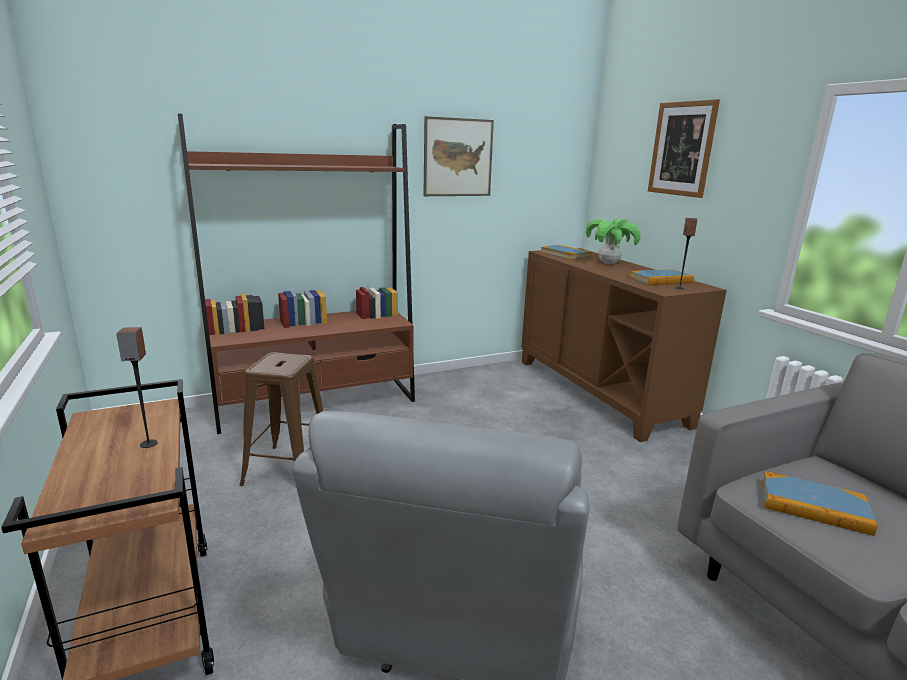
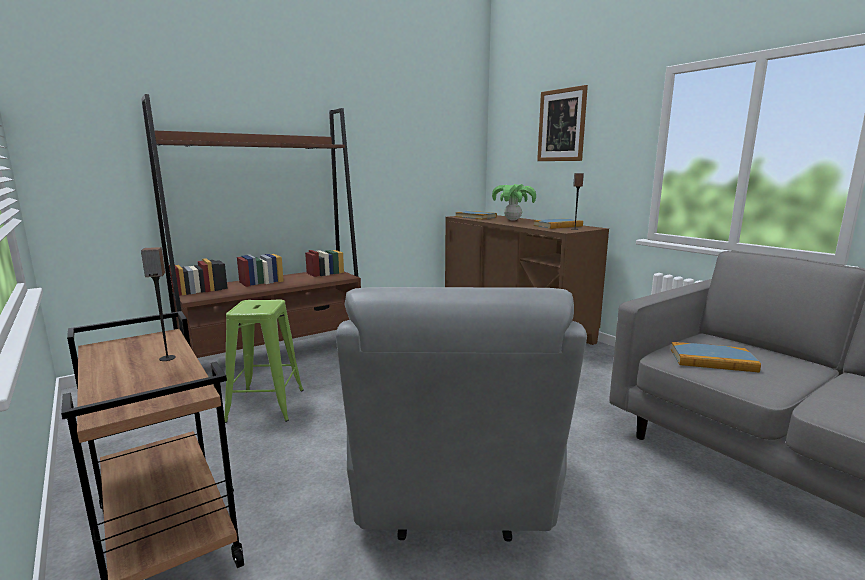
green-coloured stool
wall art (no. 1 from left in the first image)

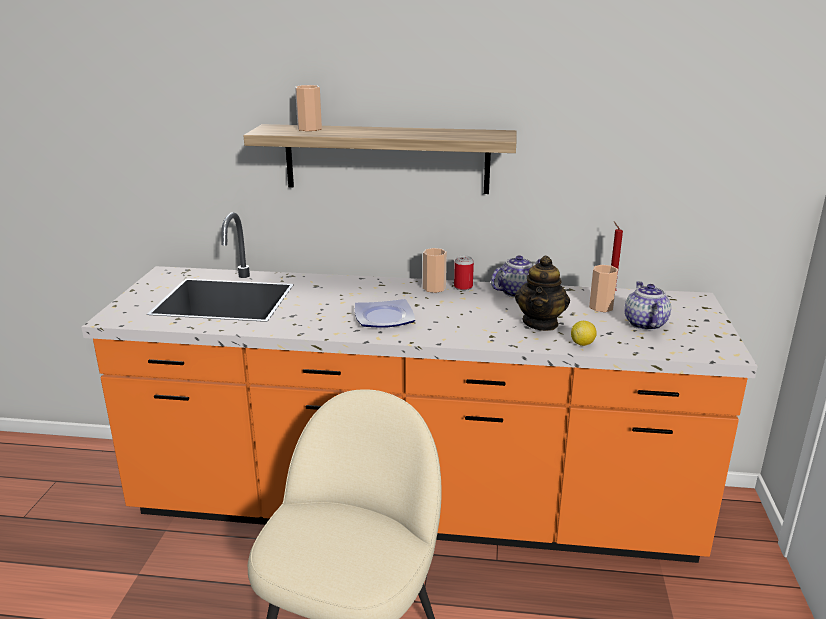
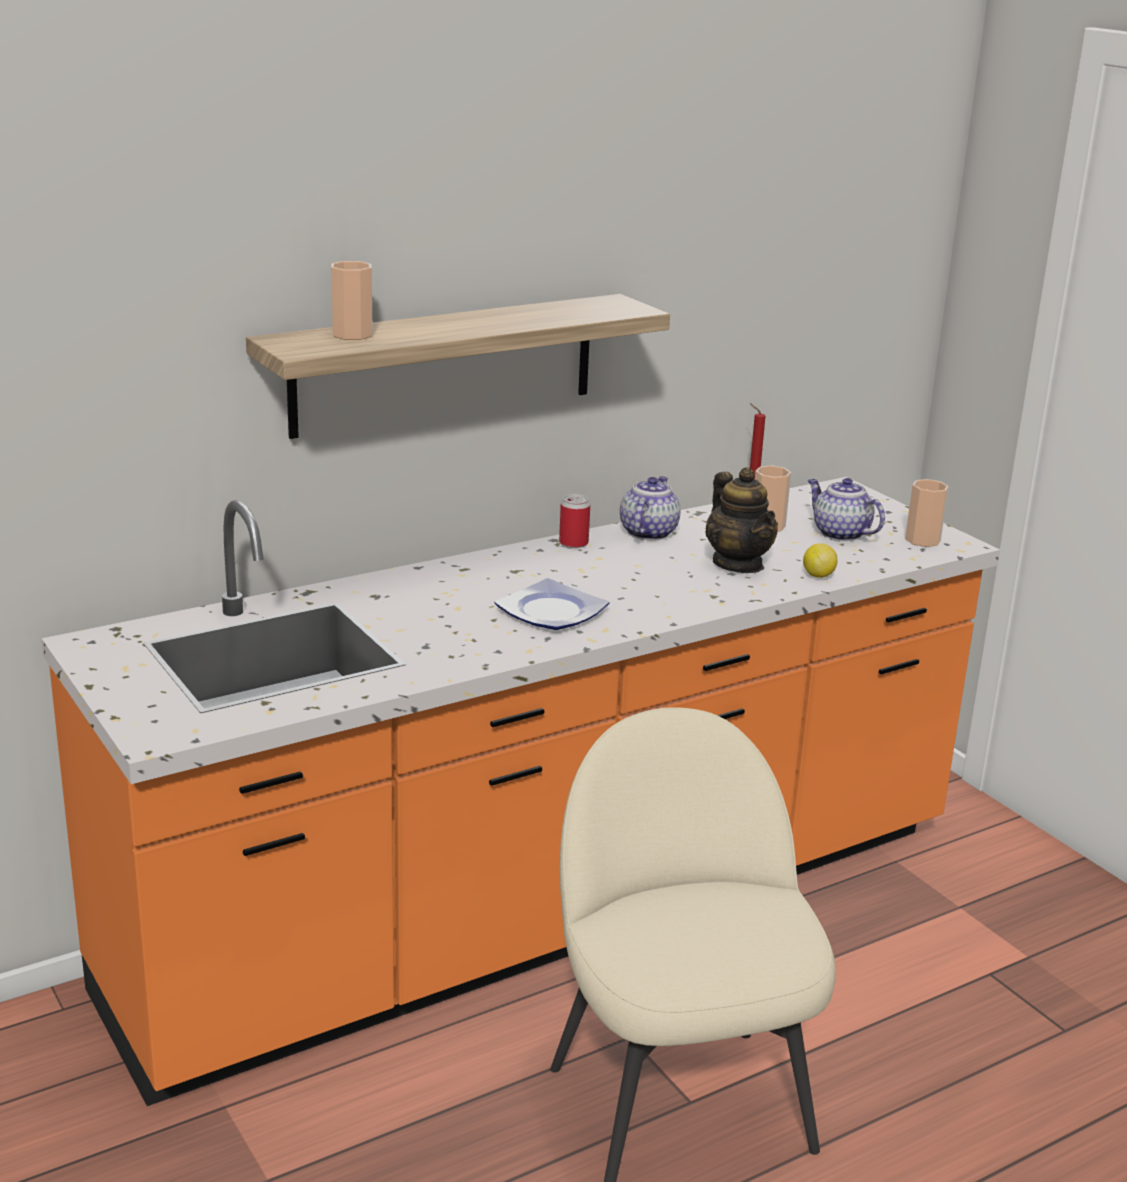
small cup (no. 3 from left)

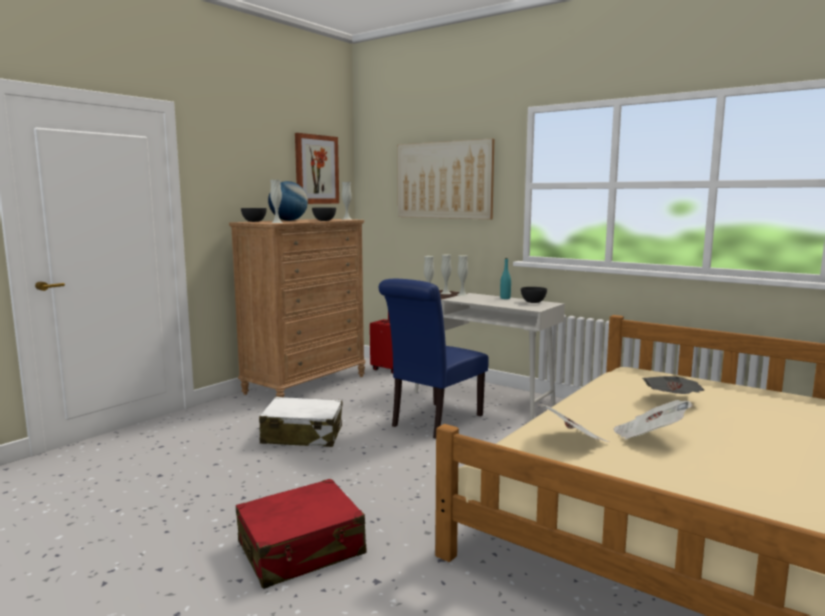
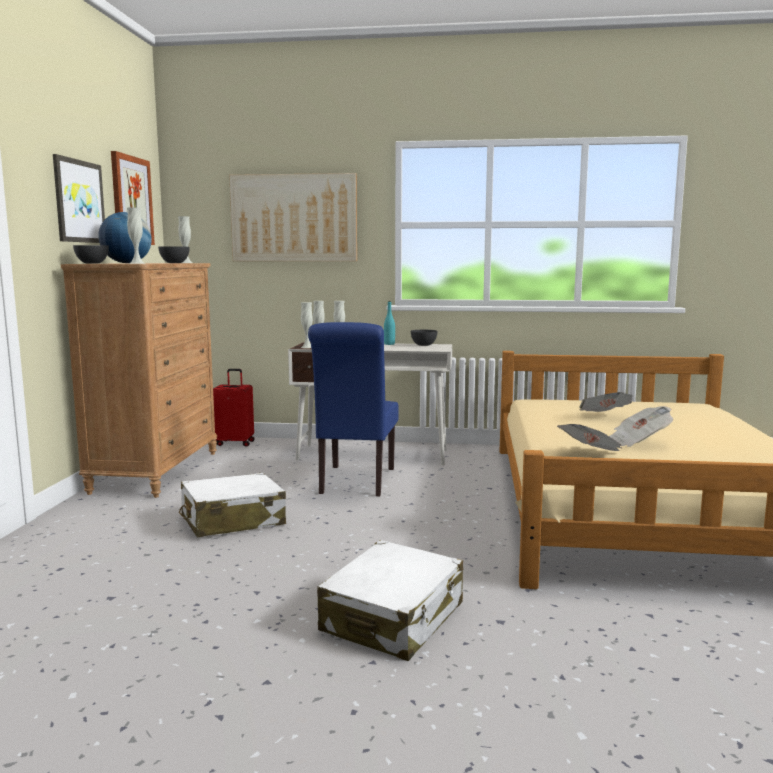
wall art (no. 1 from left)
white piece of luggage (no. 2 from left)

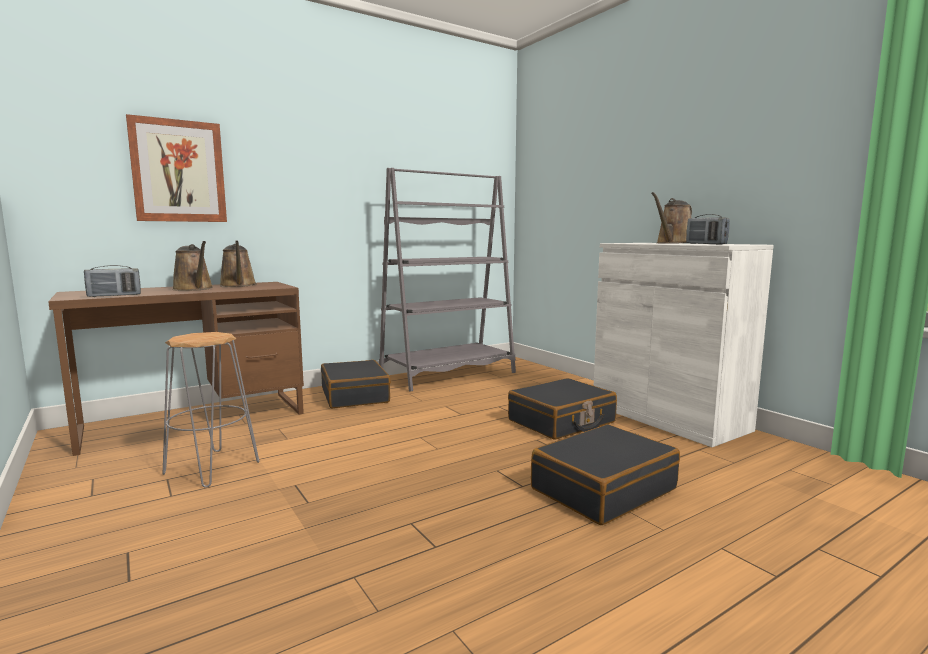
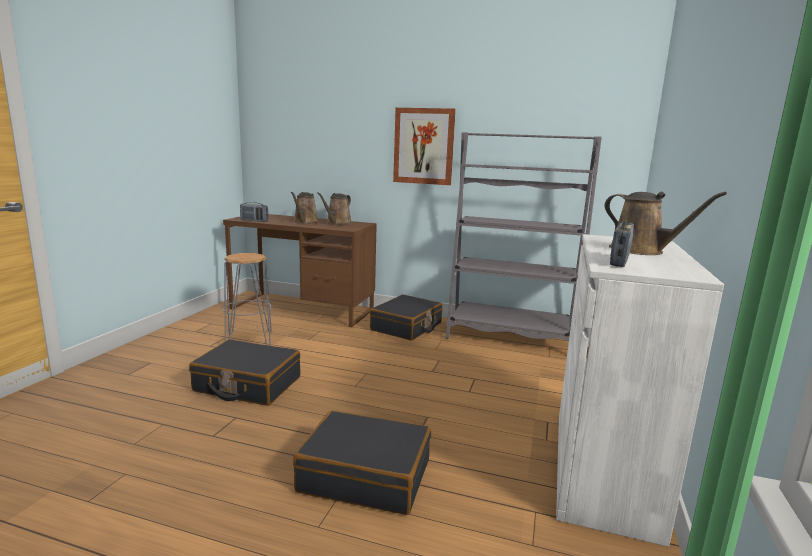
black piece of luggage (no. 1 from left)
wall art
brown watering can (no. 3 from left)

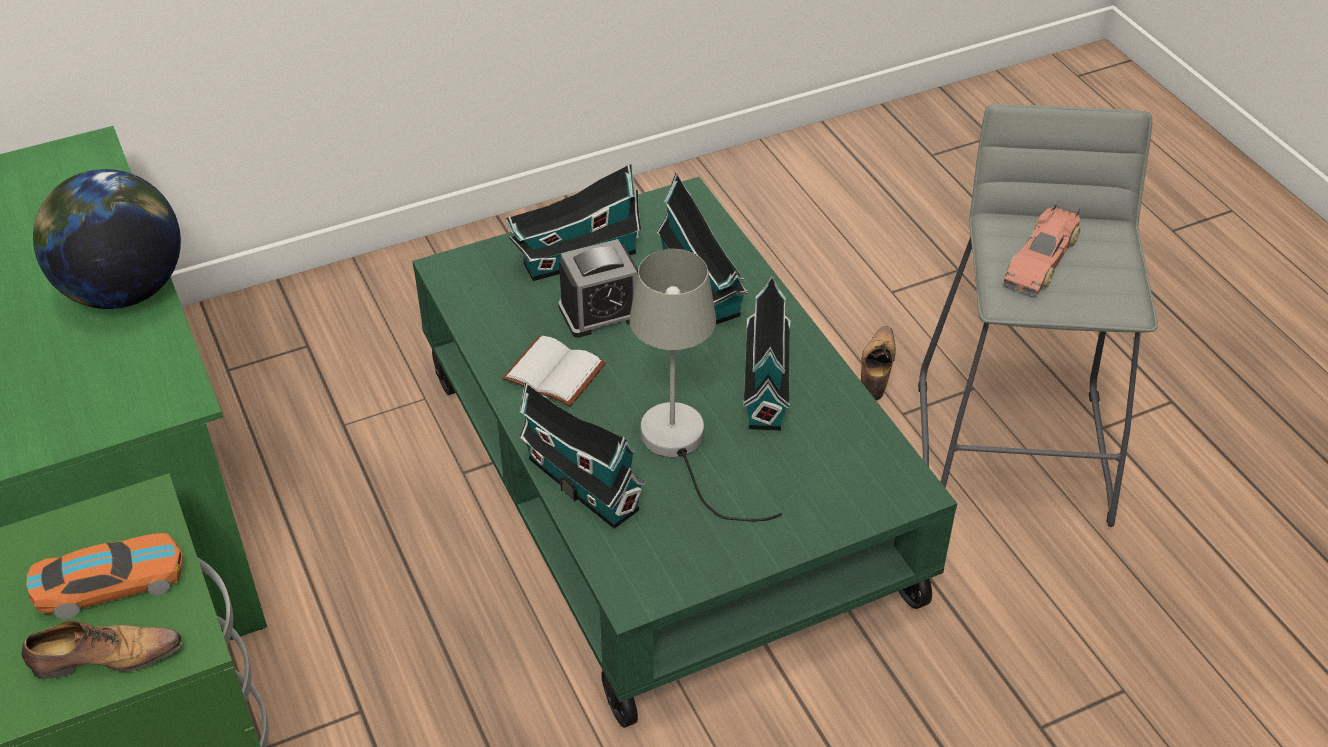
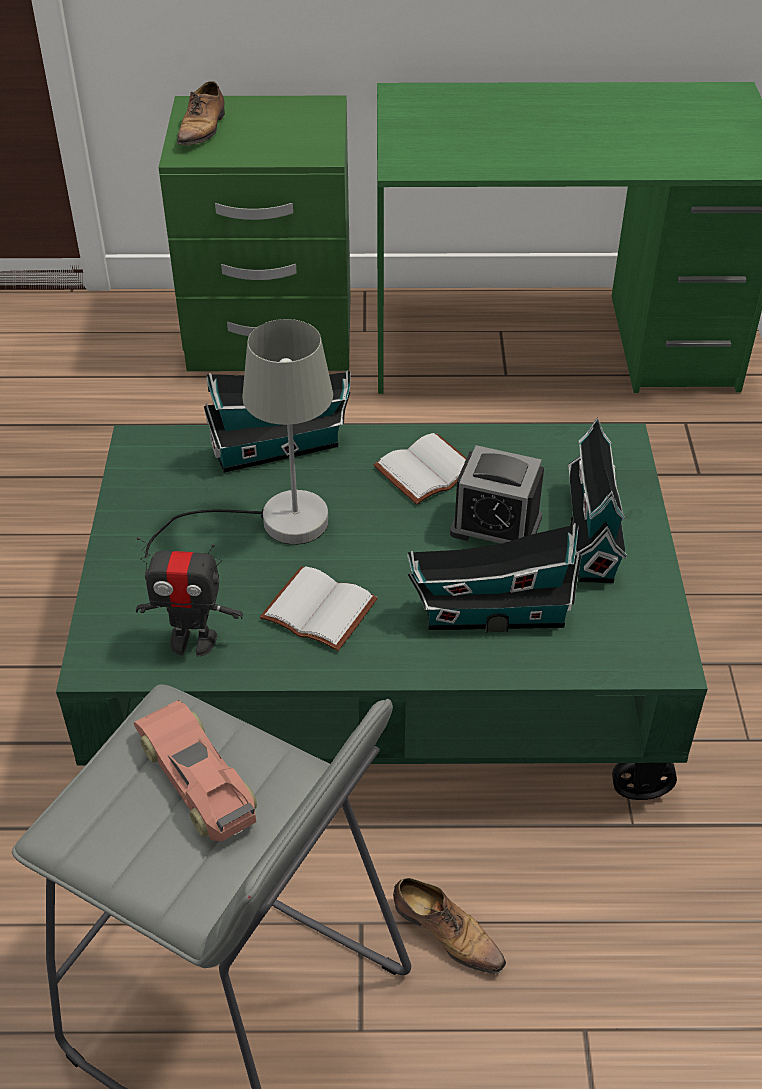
robot figure
white volume (no. 1 from left)
table clock
model car (no. 1 from left in the first image)
desk globe

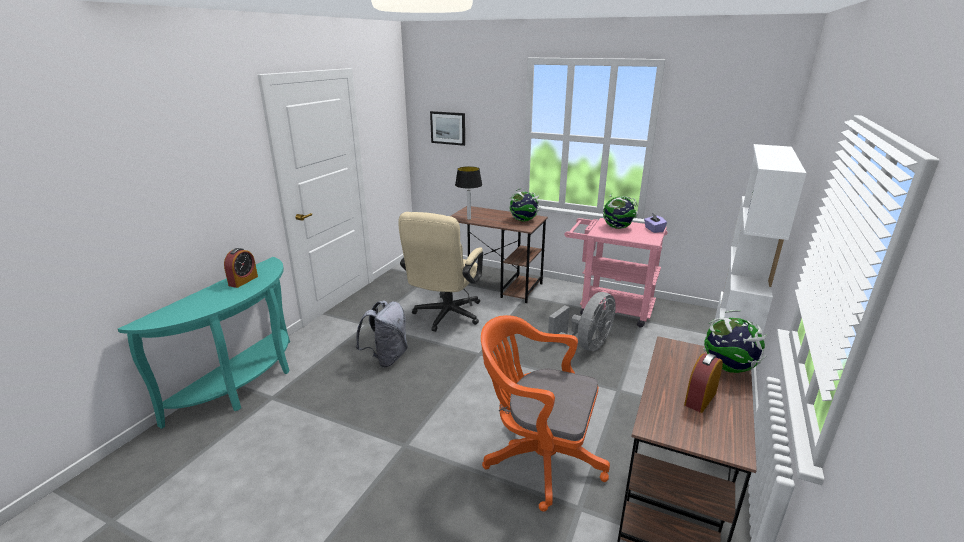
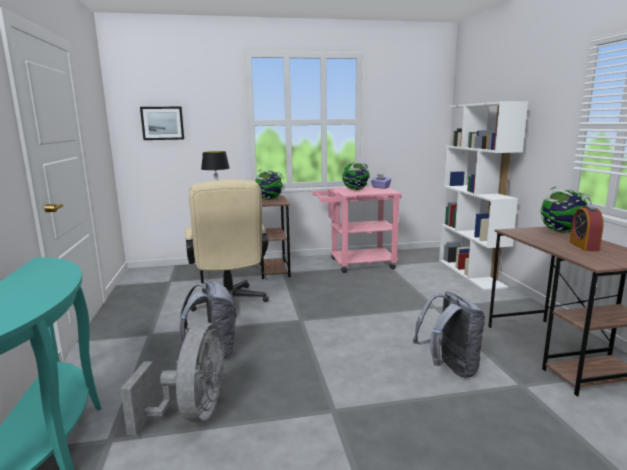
grey electric fan
grey backpack (no. 2 from left)
table clock (no. 1 from left in the first image)

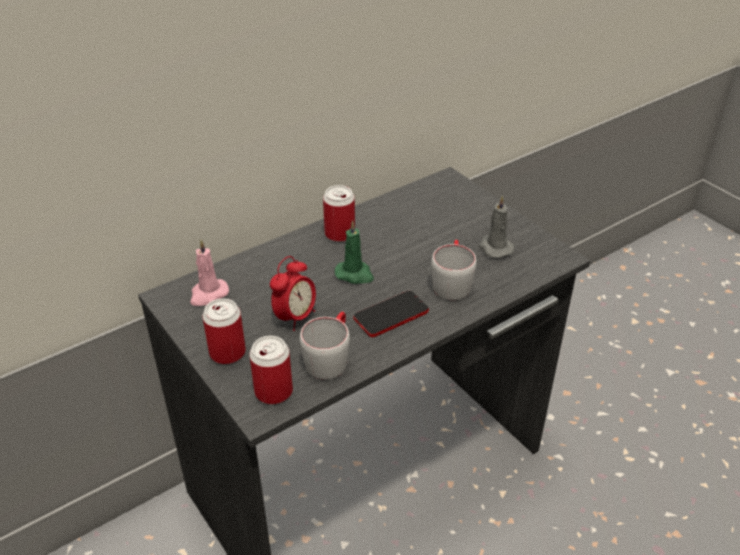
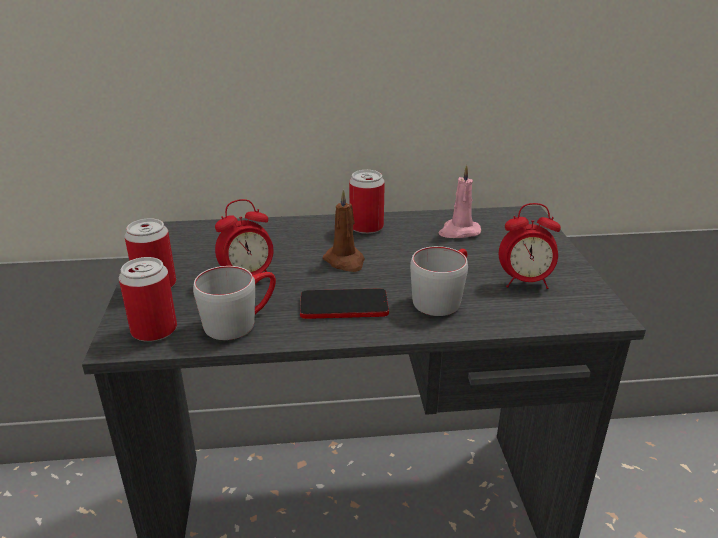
brown wax light
pink wax light
table clock (no. 2 from left)

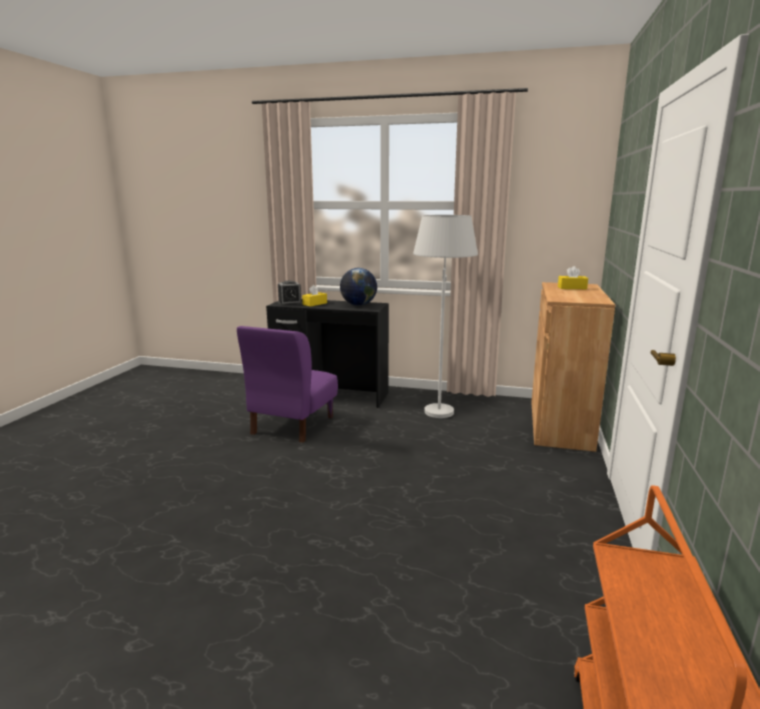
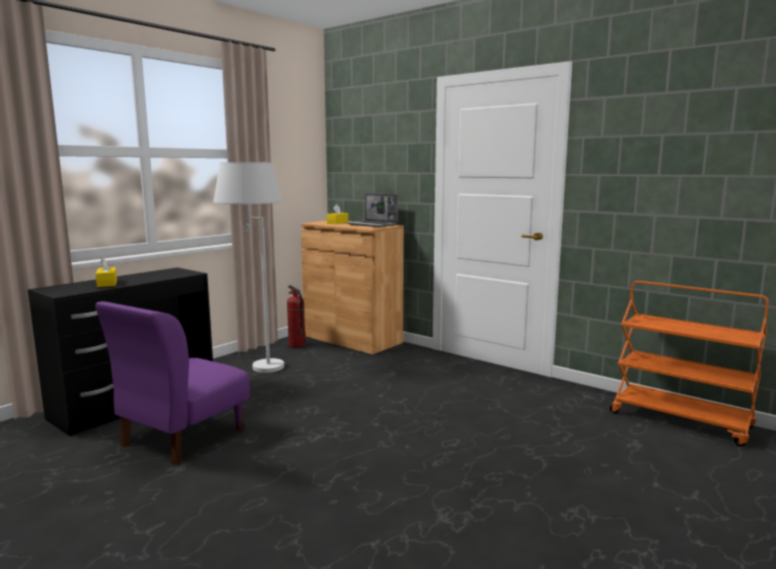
purplish chair
fire-fighting cylinder
laptop
table clock
desk globe

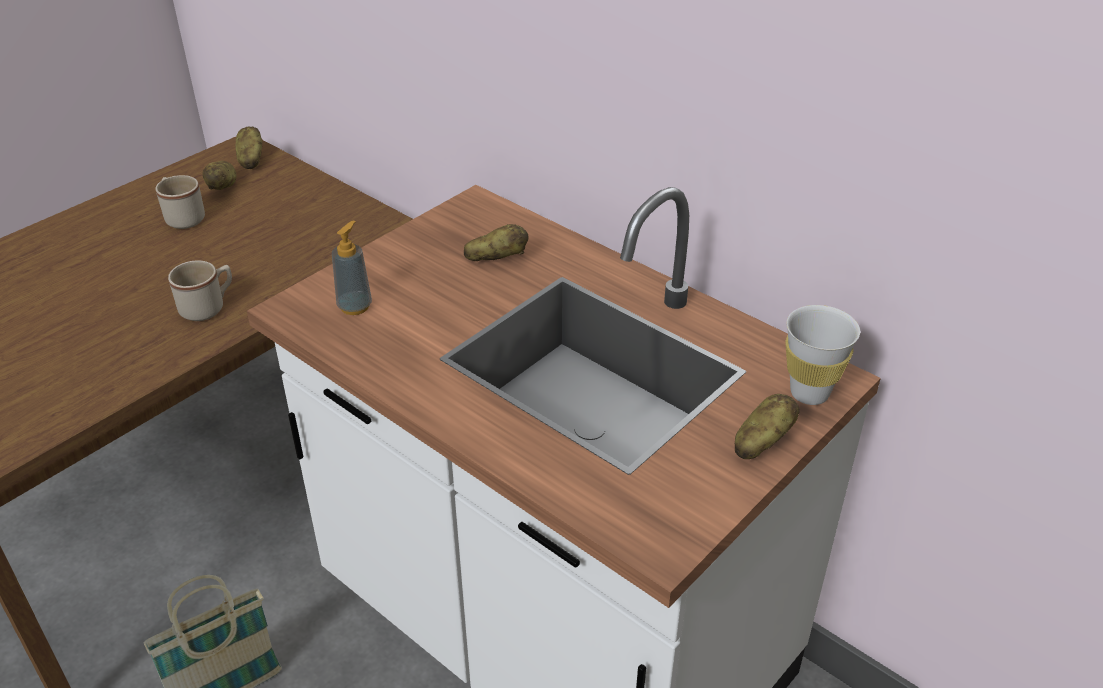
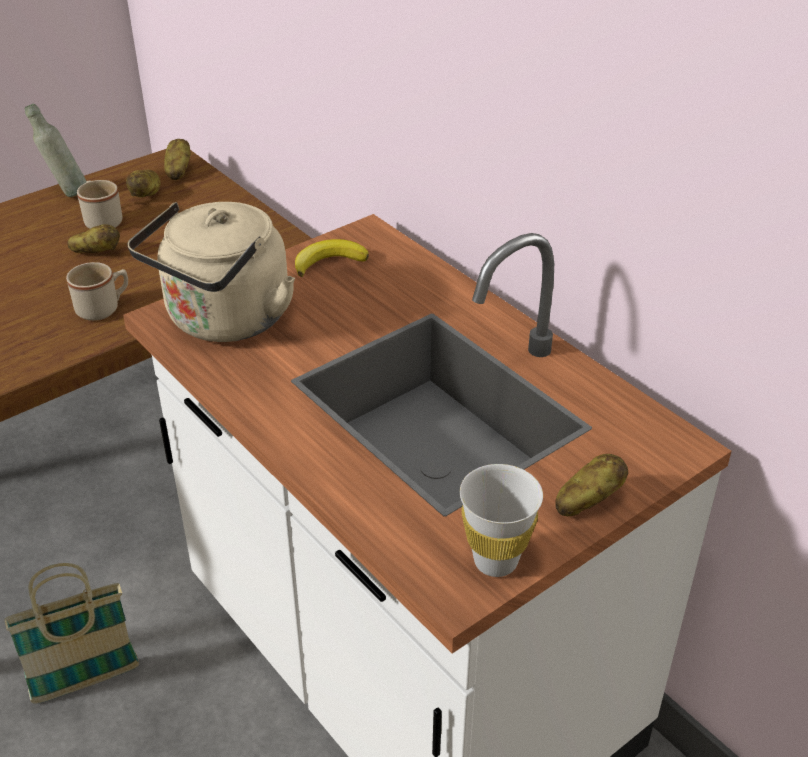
grey beverage bottle
potato (no. 1 from left)
beige tea kettle
banana fruit
white small cup

